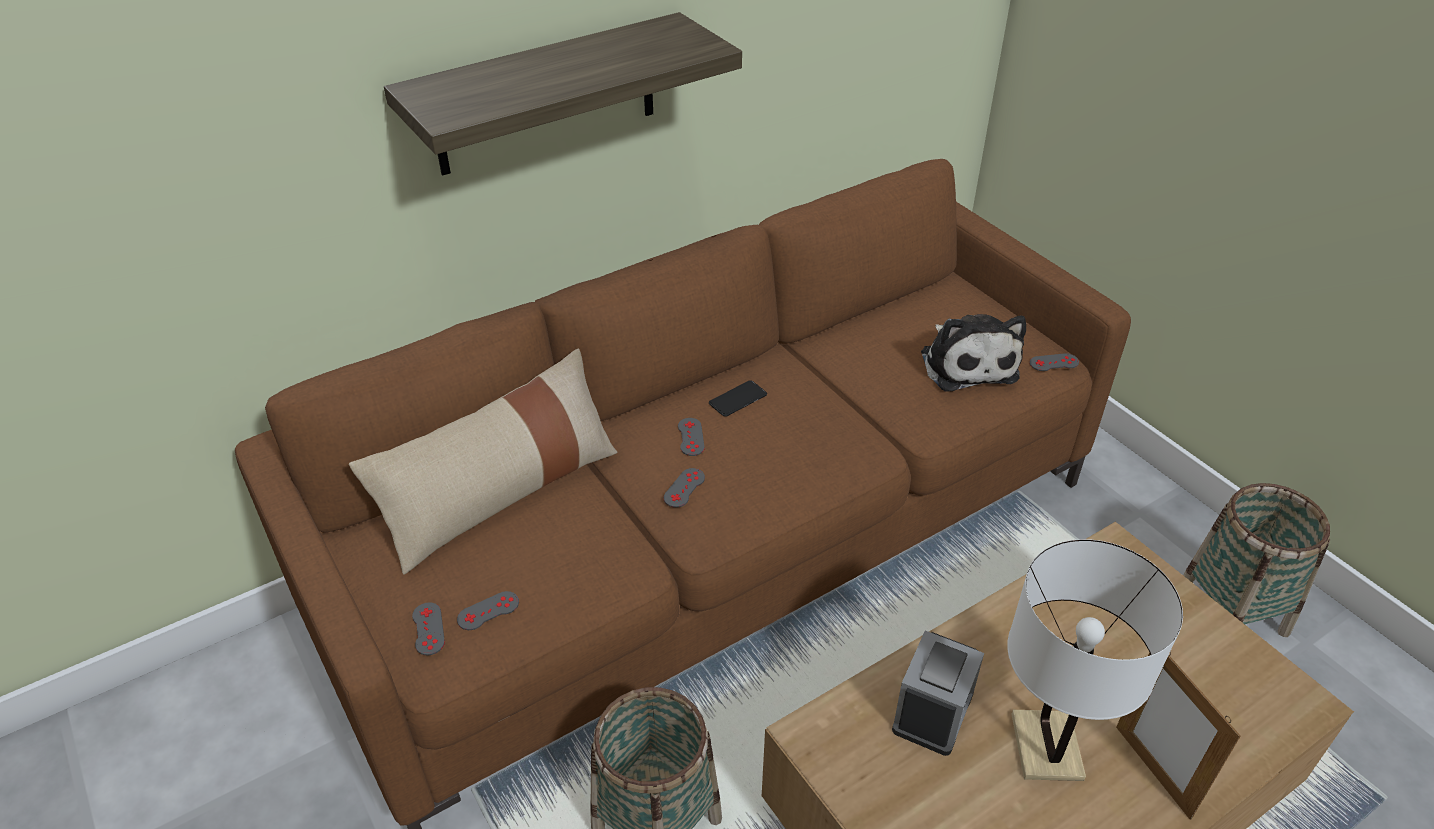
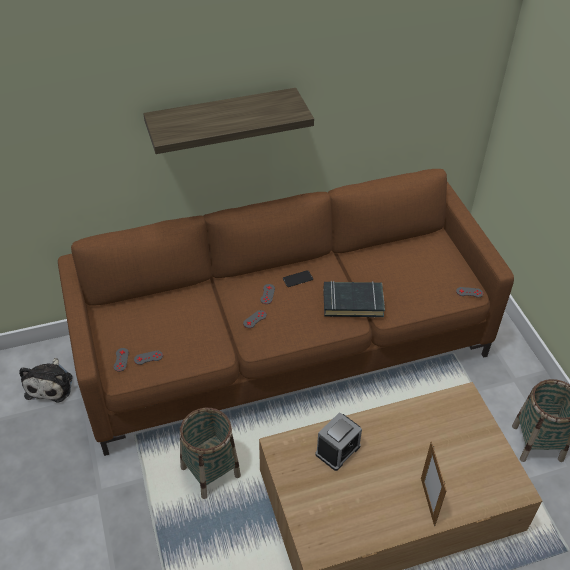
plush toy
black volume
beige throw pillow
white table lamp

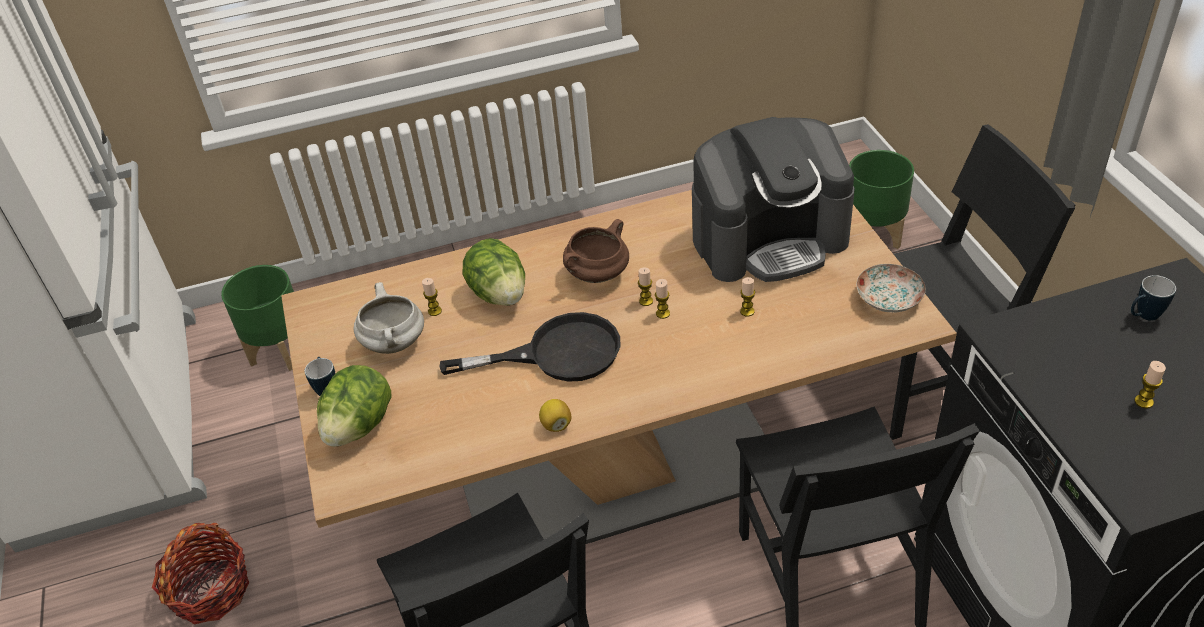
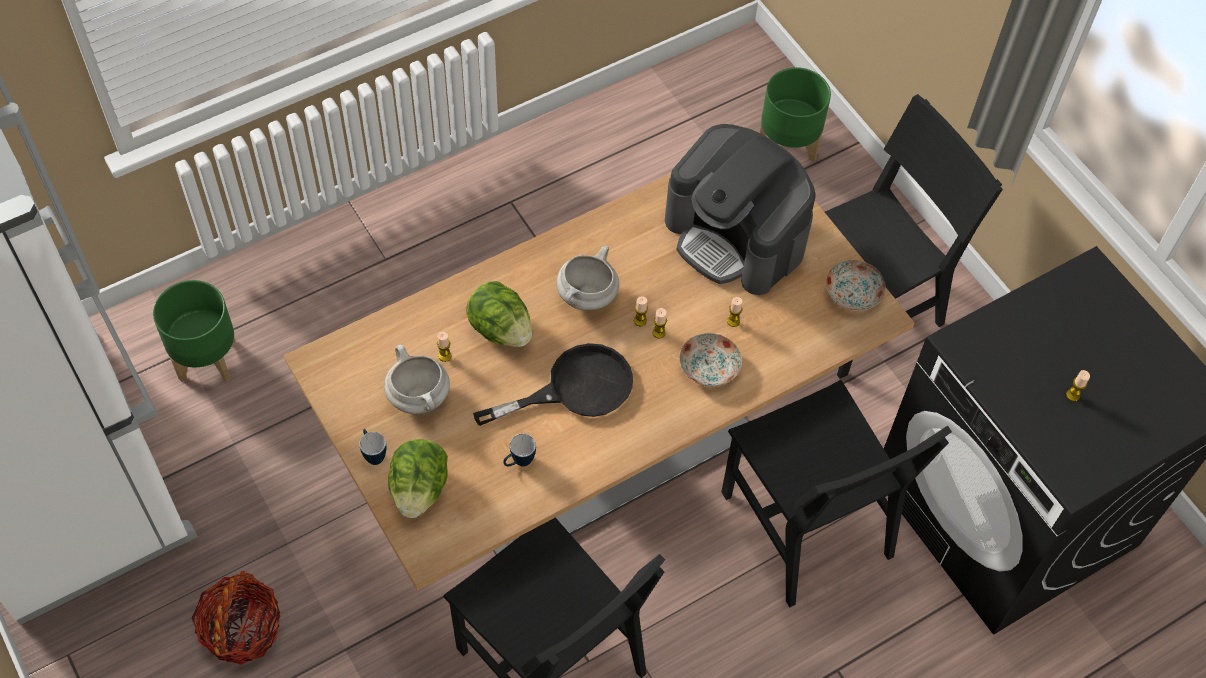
mug (no. 2 from left)
white saucepot (no. 2 from left)
coffee maker
dinner plate (no. 1 from left)
lemon

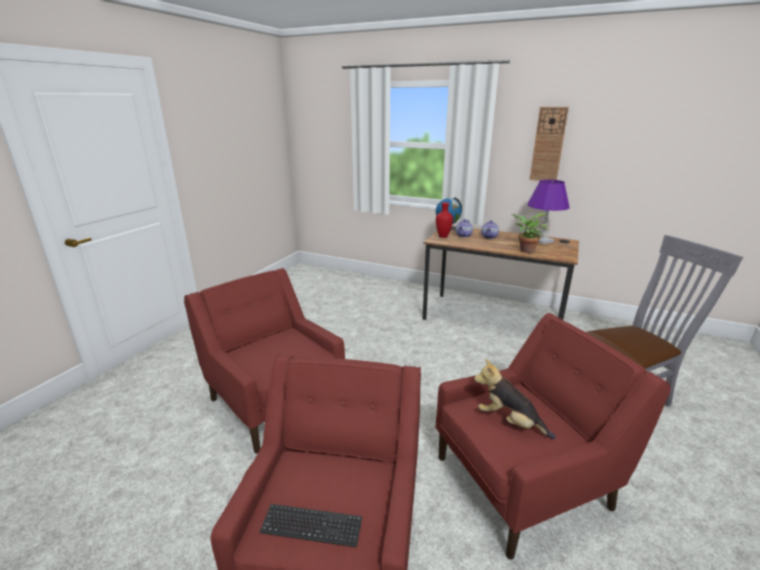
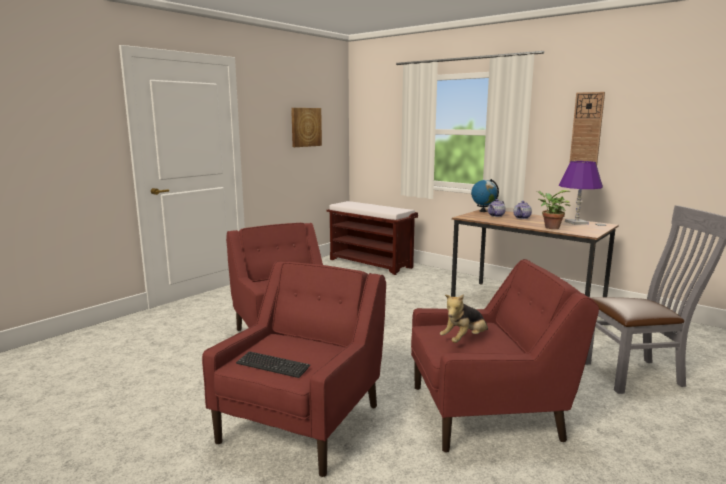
wall art
brown bench
plush toy
reddish vase

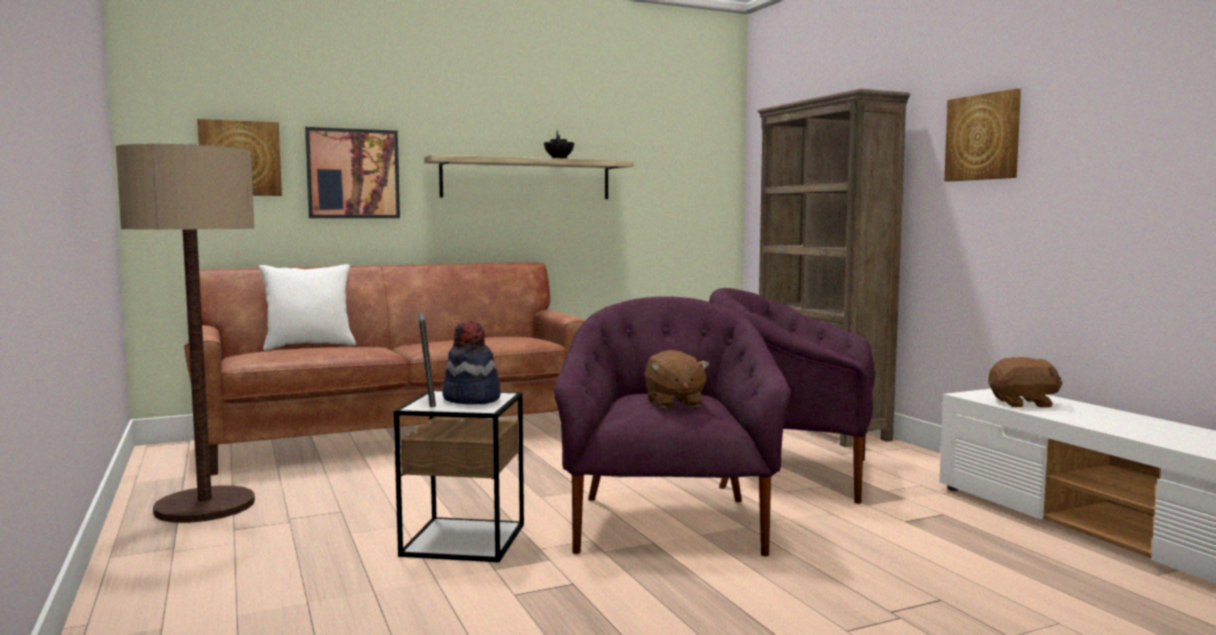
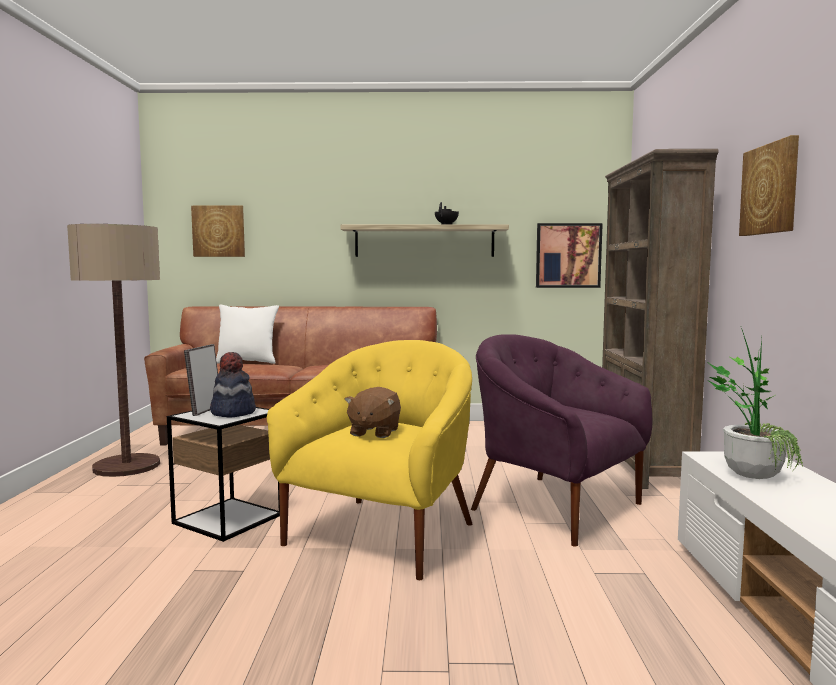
yellow easy chair
wall art (no. 2 from left)
potted plant

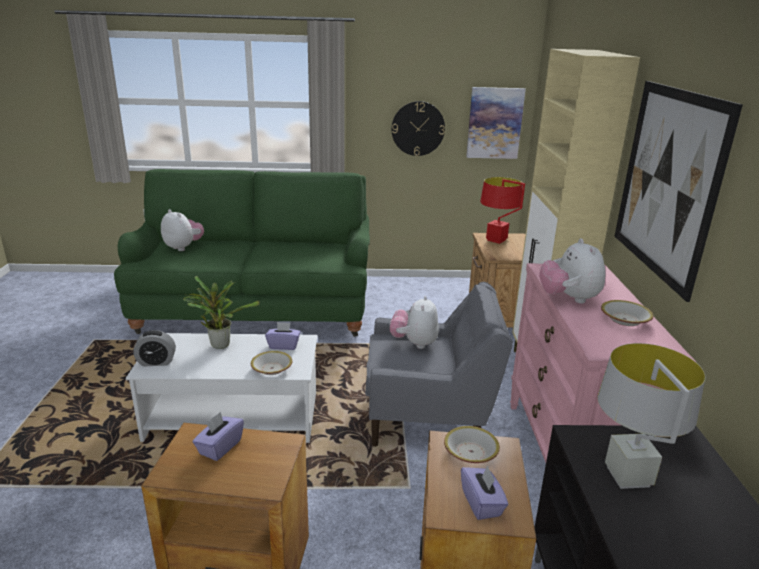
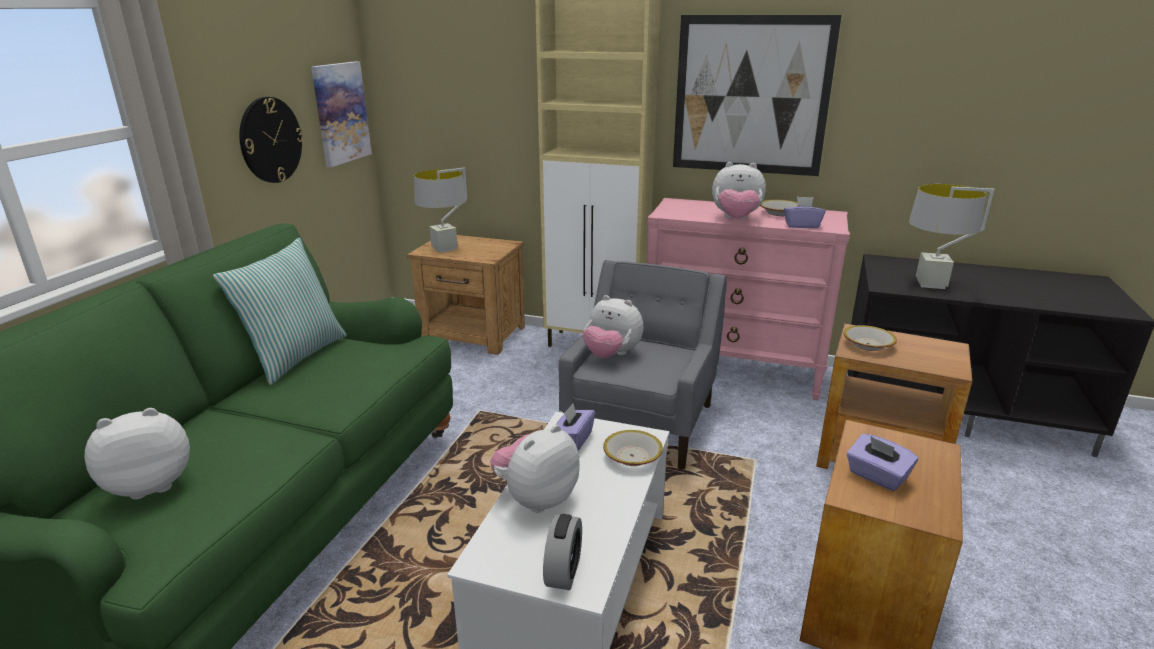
throw pillow
grey table lamp (no. 1 from left)
plush toy (no. 2 from left)
purplish tissue holder (no. 2 from left)

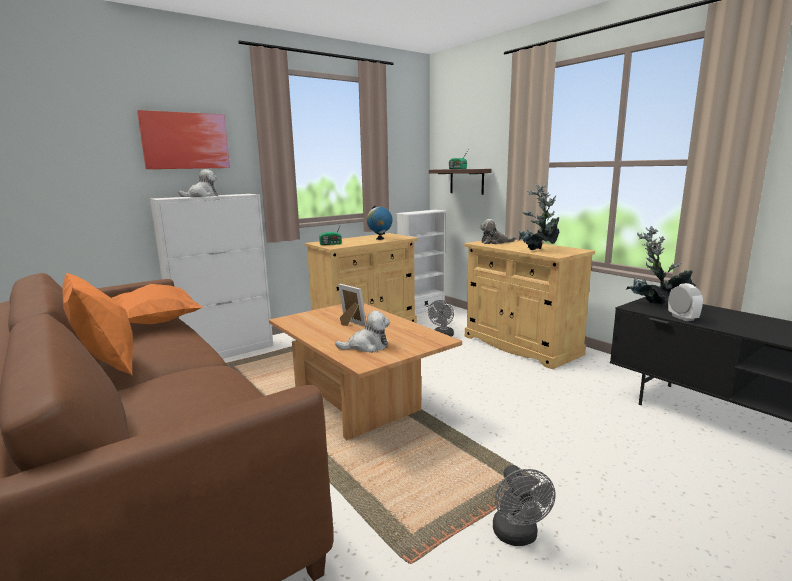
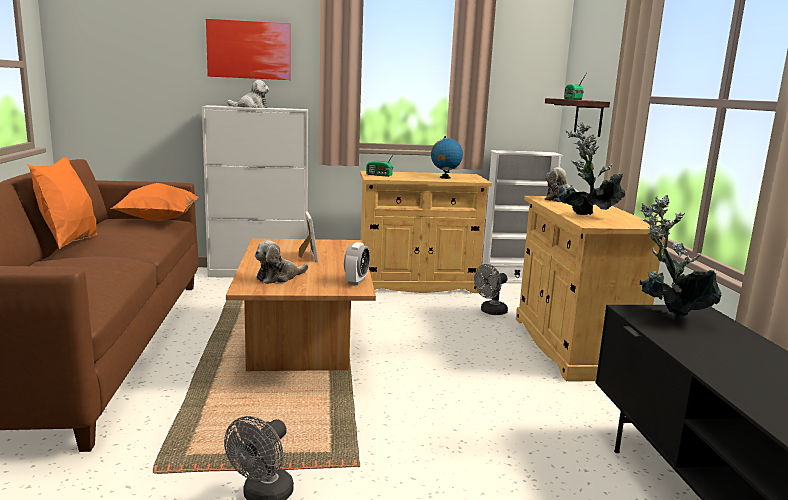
plush toy (no. 2 from left)
table clock

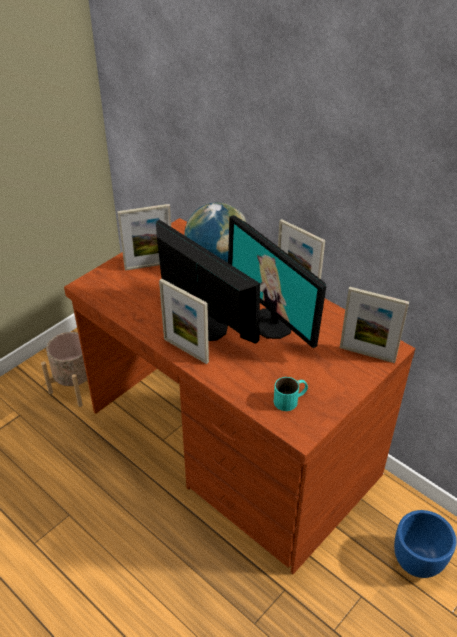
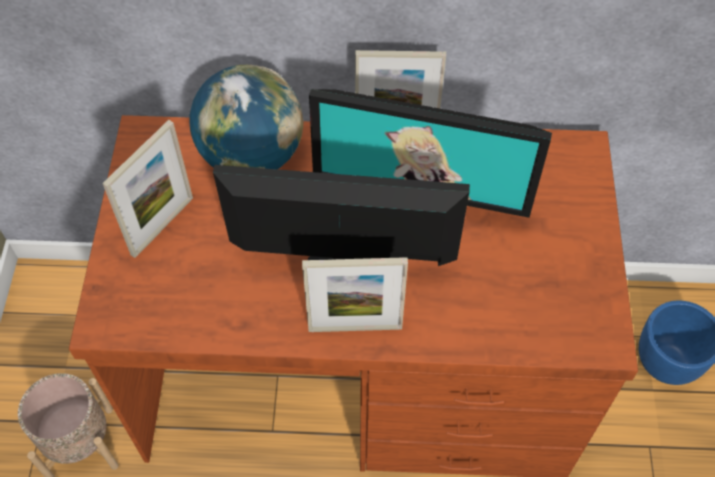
turquoise-coloured mug
standing frame (no. 4 from left in the first image)

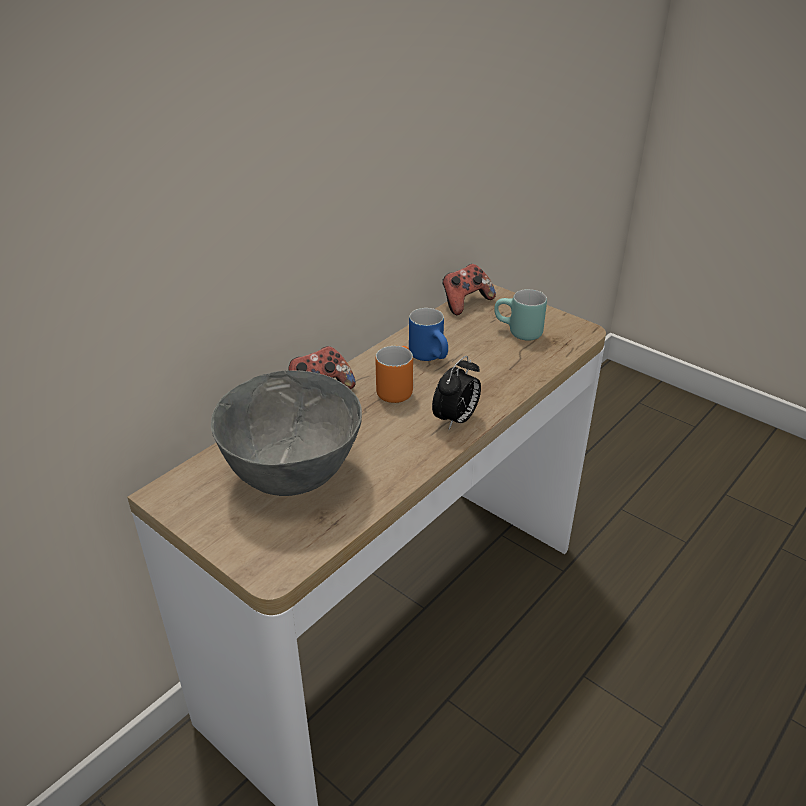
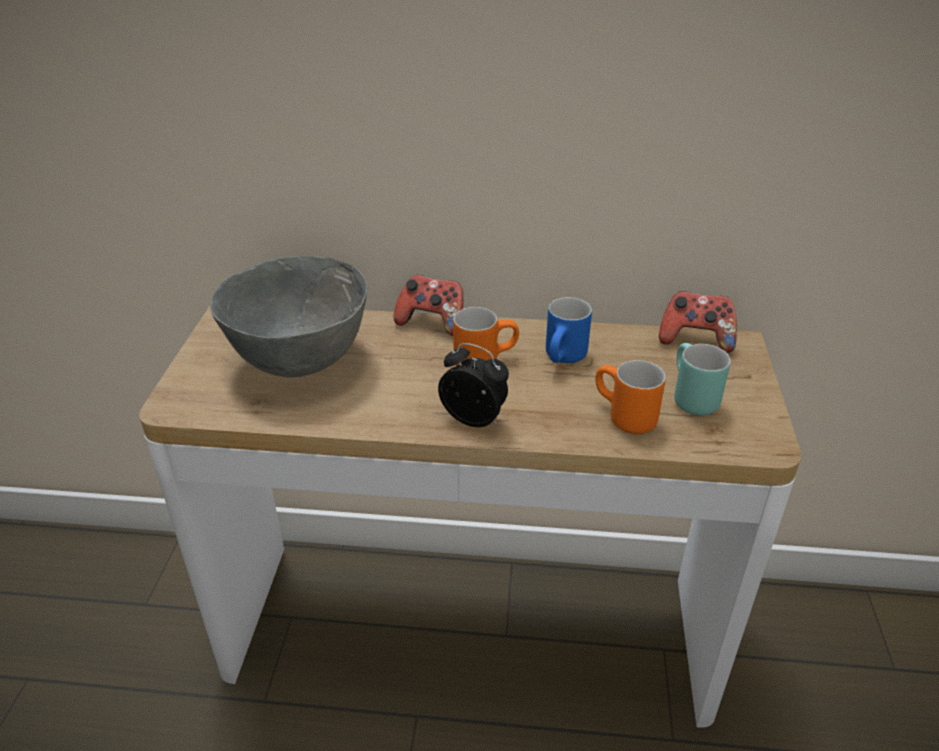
table clock
orange-coloured mug (no. 2 from left)

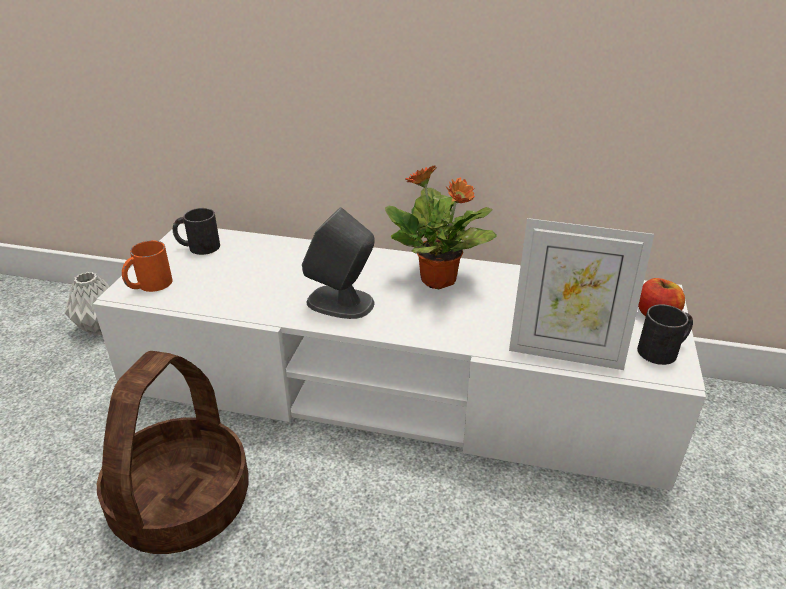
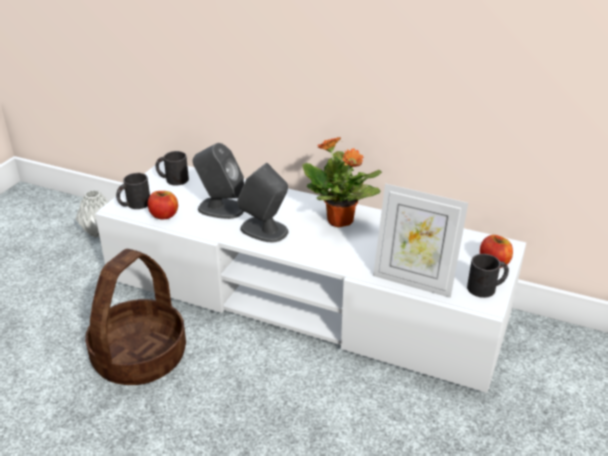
black mug (no. 1 from left)
apple fruit (no. 1 from left)
grey audio speaker (no. 1 from left)

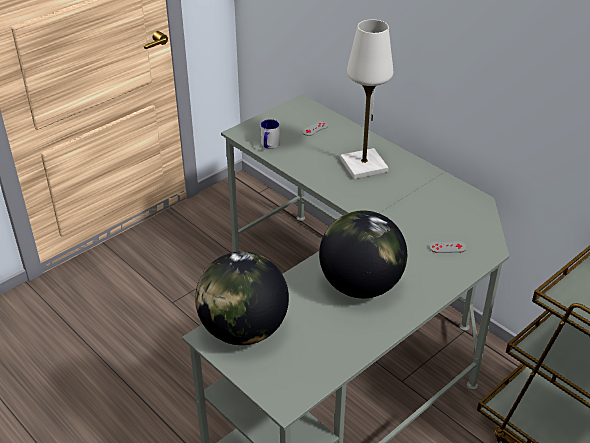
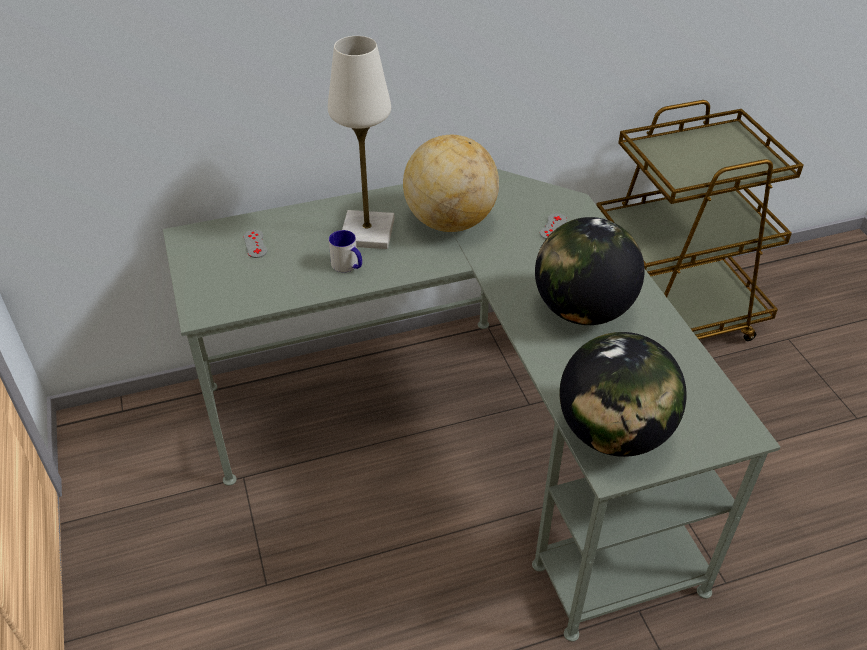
mug
desk globe (no. 1 from left)

